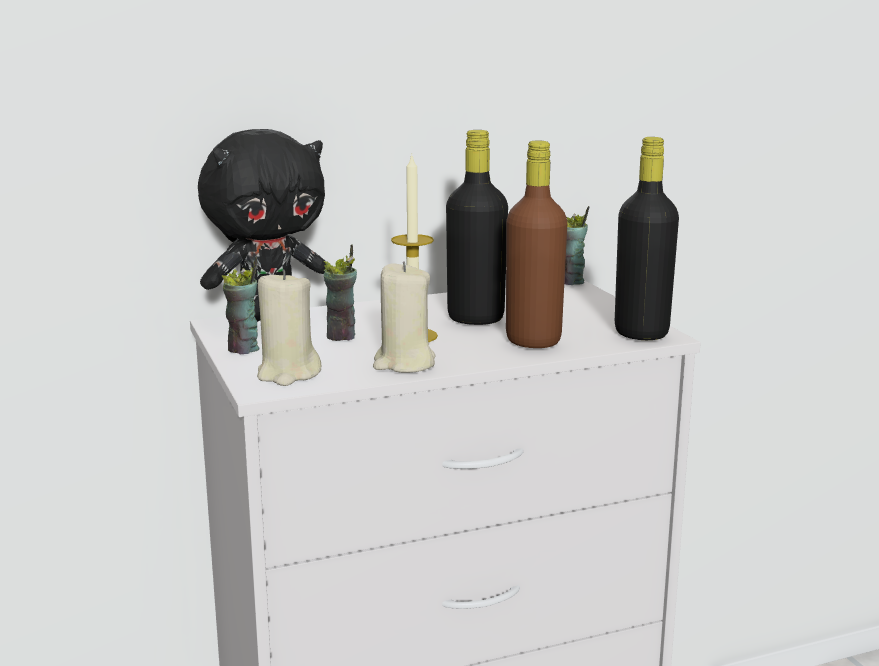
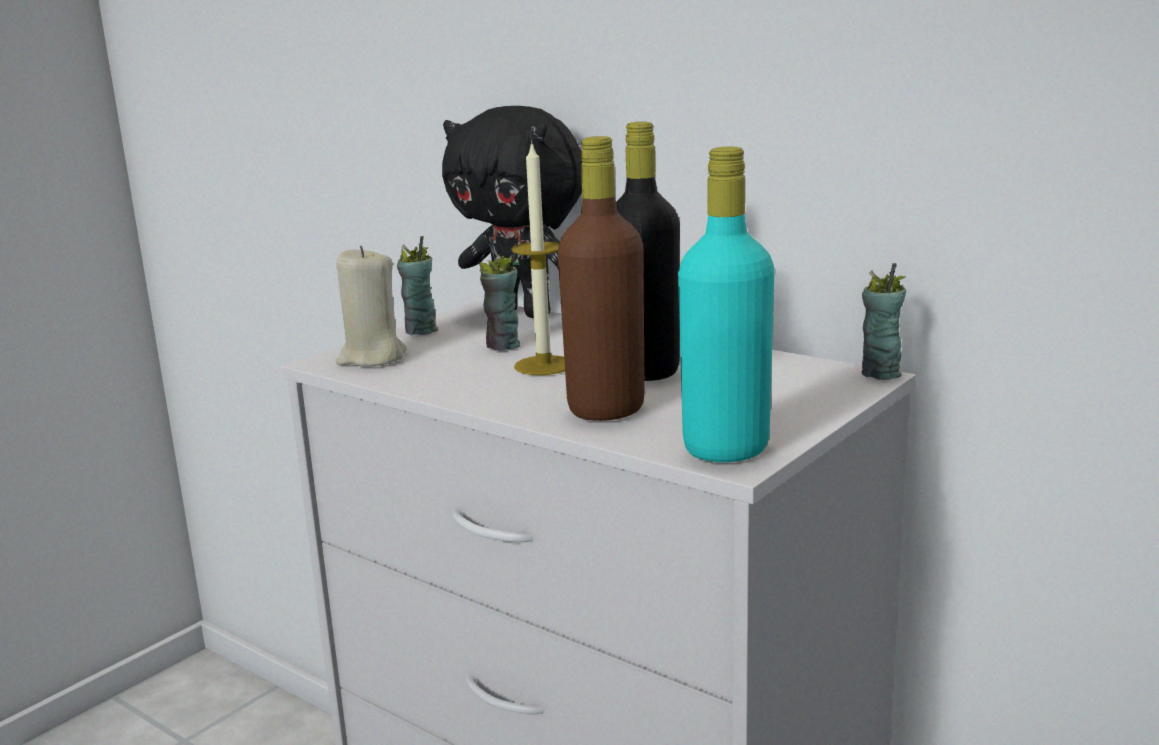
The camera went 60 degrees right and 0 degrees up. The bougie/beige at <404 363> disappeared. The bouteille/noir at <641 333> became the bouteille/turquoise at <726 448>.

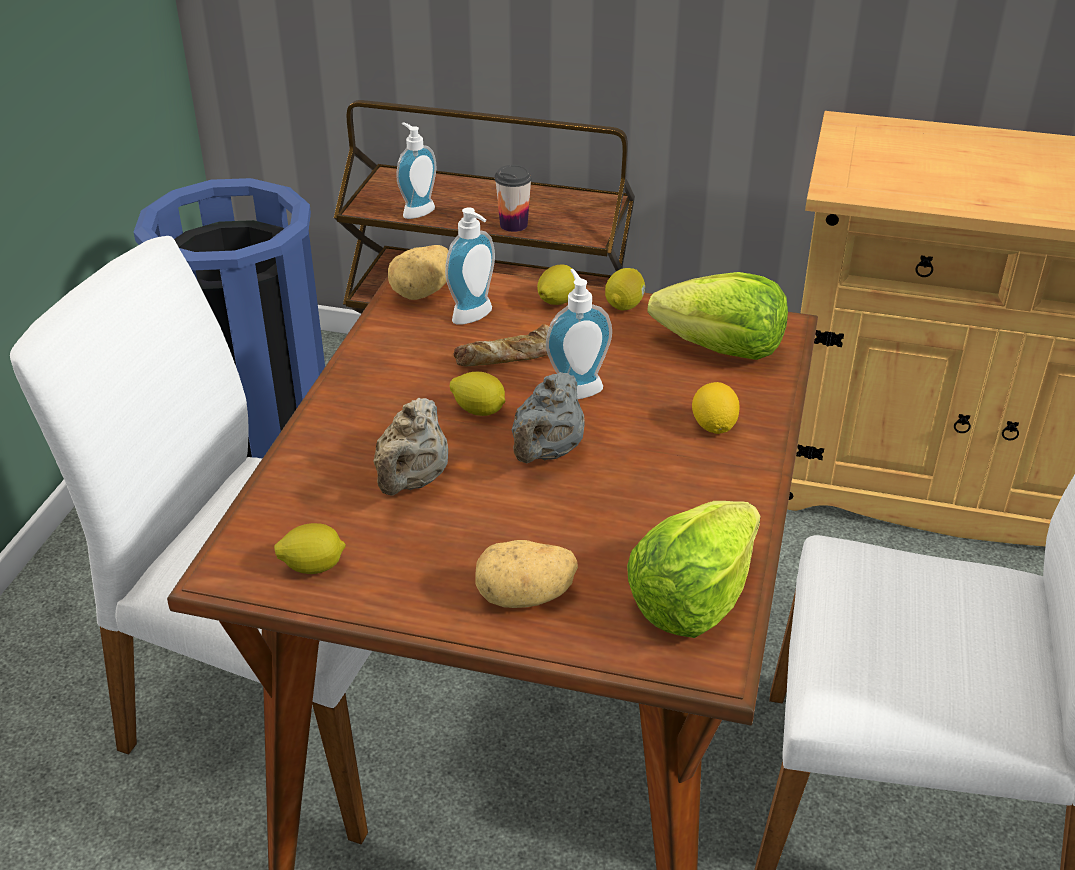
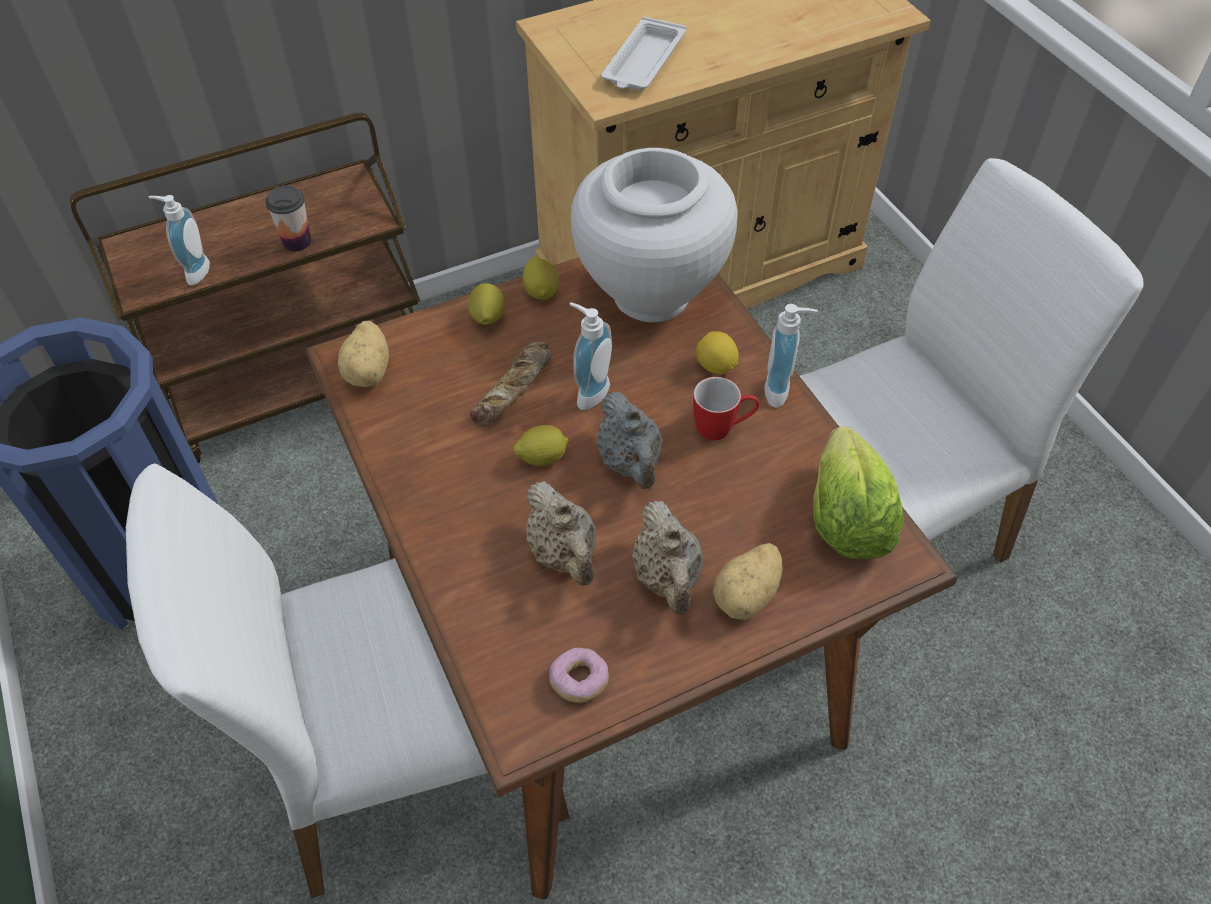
The camera went 40 degrees left and 15 degrees up. The citron at <313 567> was replaced by the beignet at <579 681>. The distributeur de savon moved from <476 317> to <782 390>. The laitue at <721 350> was replaced by the vase/blanc at <651 294>. The plateau/blanc at <643 62> appeared. The théière/beige at <668 578> appeared. The mug at <722 429> appeared.

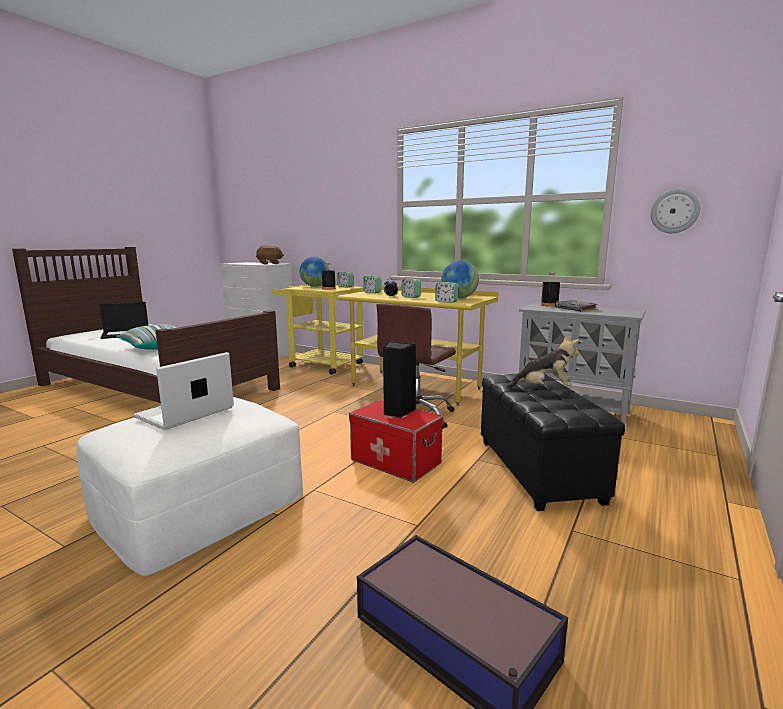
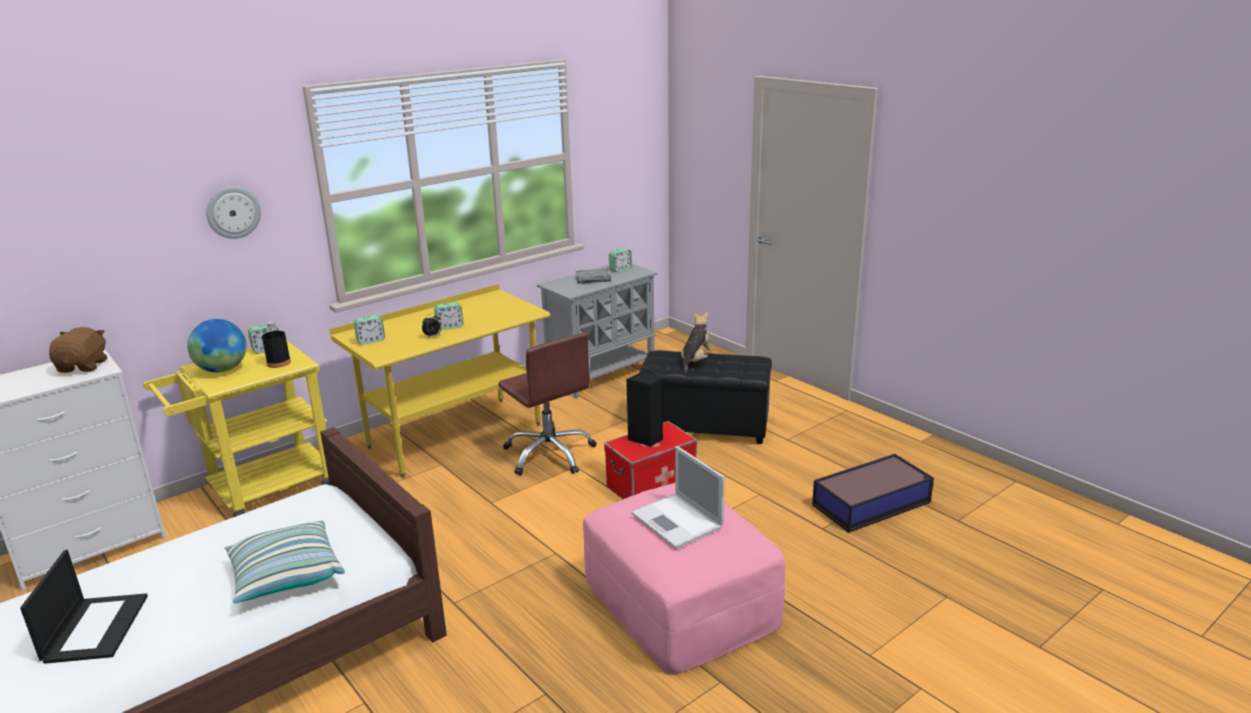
The camera went 70 degrees left and 10 degrees up. The pouf/blanc at <200 505> became the pouf/rose at <681 601>. The réveil moved from <446 302> to <620 269>. The globe at <459 298> disappeared. The bouteille/noir at <549 305> disappeared. The horloge murale moved from <674 211> to <233 212>.

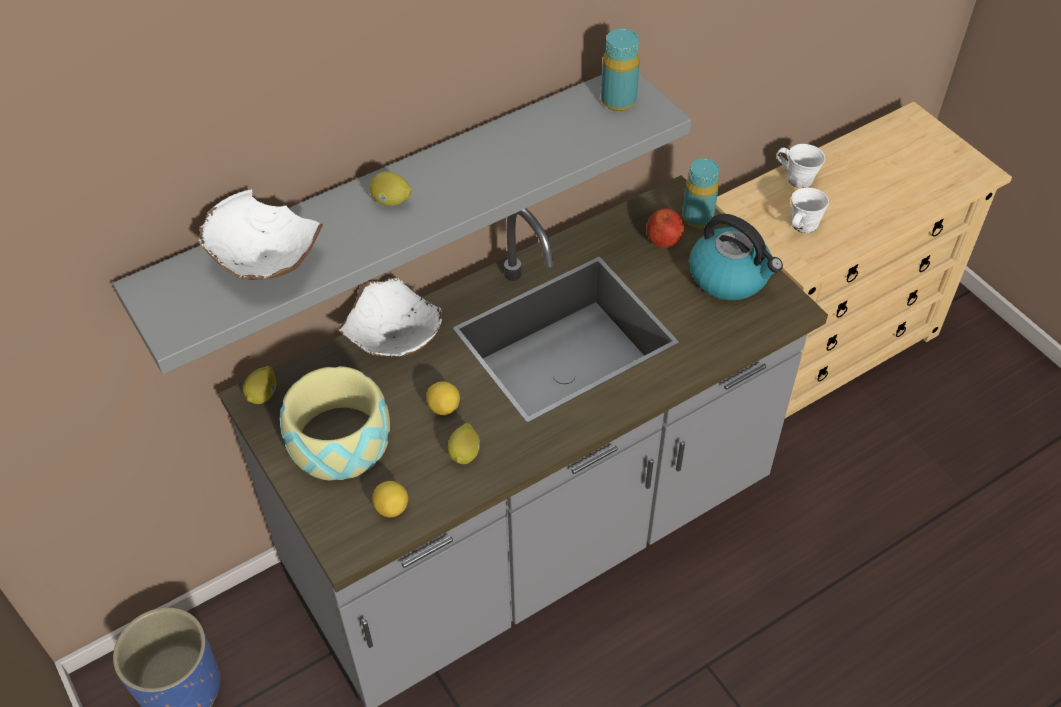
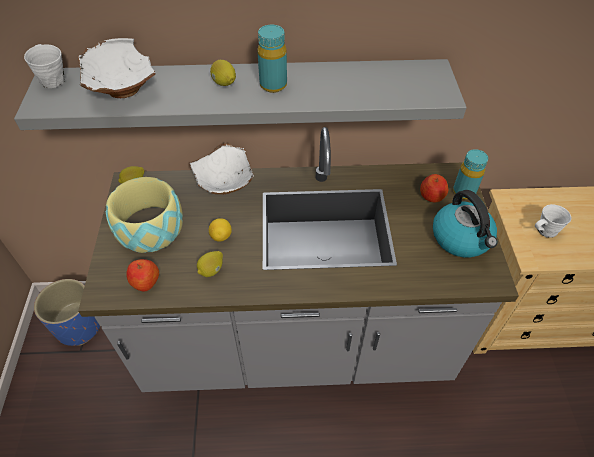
The camera went 30 degrees right and 0 degrees up. The citron at <391 507> was replaced by the pomme at <145 281>. The bouteille/turquoise moved from <618 101> to <273 85>. The mug/blanc moved from <798 179> to <53 80>.

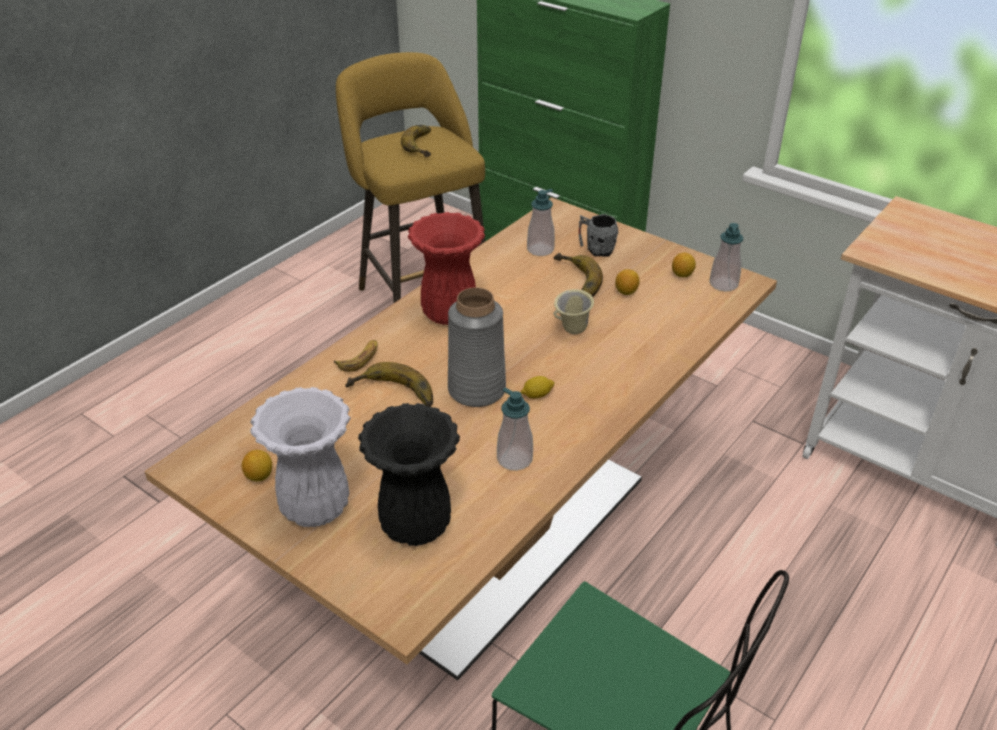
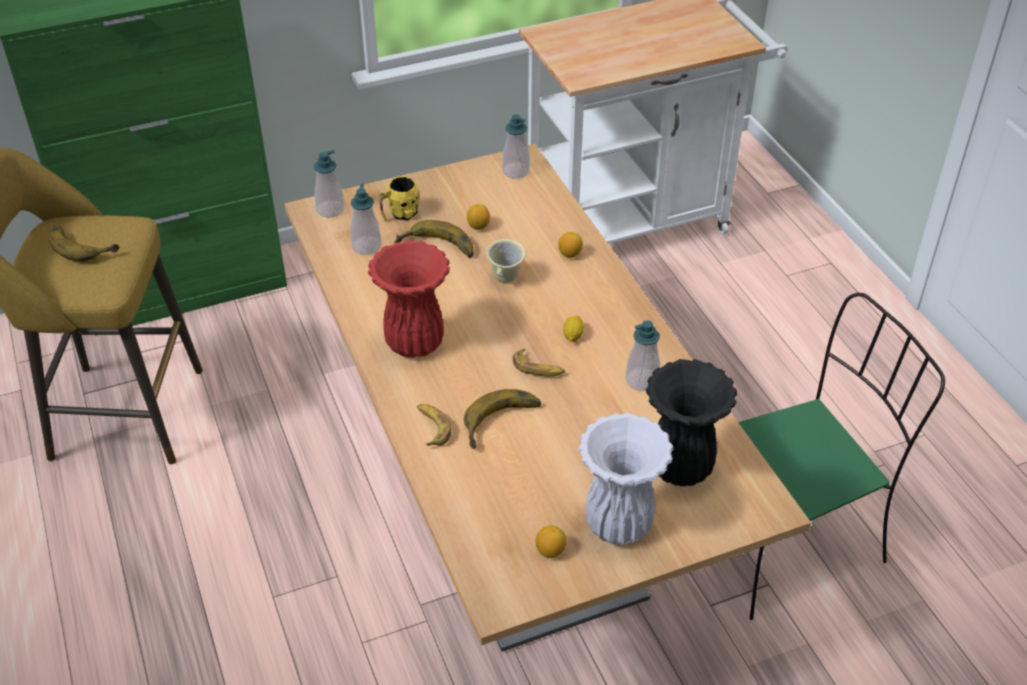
The camera went 60 degrees left and 5 degrees up. The vase/gris at <476 390> was replaced by the banane at <538 368>. The mug/gris at <596 249> became the mug/jaune at <399 214>. The citron moved from <682 275> to <570 254>. The distributeur de savon at <330 210> appeared.

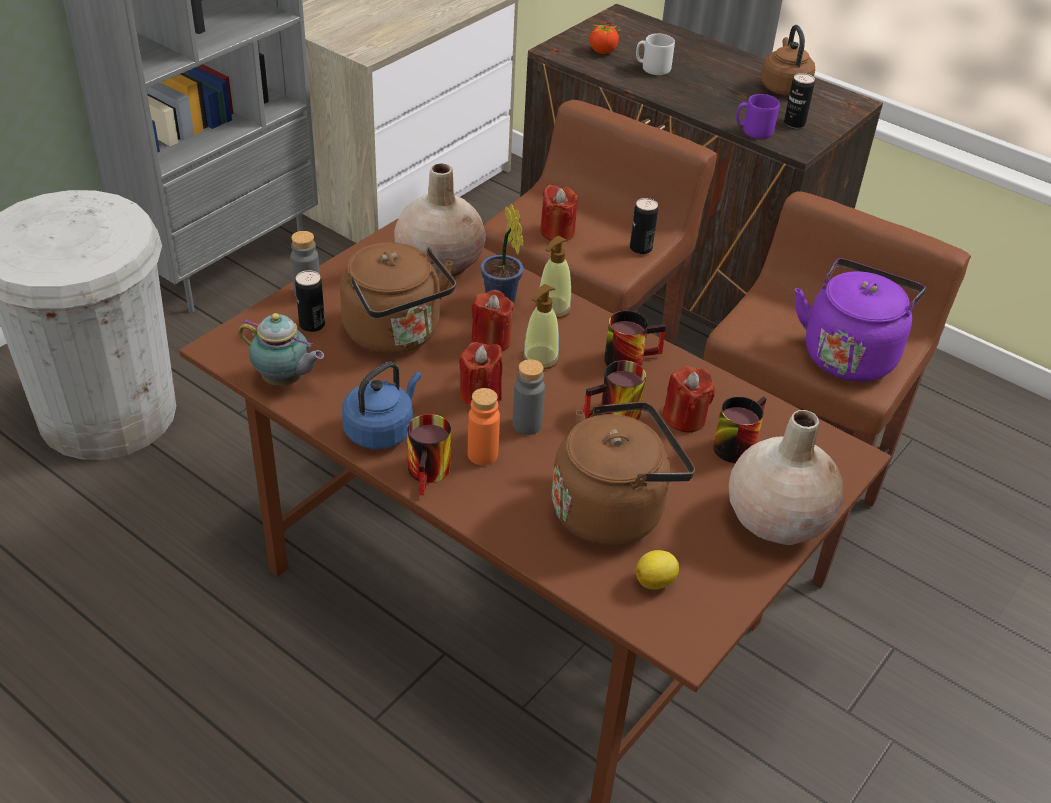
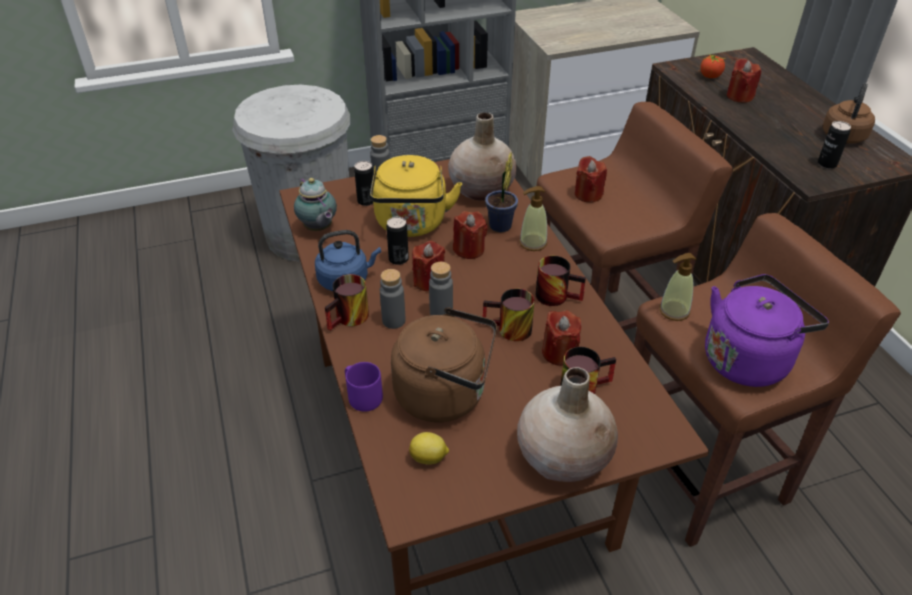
The camera went 35 degrees right and 0 degrees up. The bouilloire/marron at <396 335> became the bouilloire/jaune at <411 224>. The bouteille/orange at <482 454> became the bouteille/gris at <393 320>. The distributeur de savon moved from <540 358> to <674 311>. The boîte métallique moved from <641 248> to <398 259>. The mug/gris at <652 68> was replaced by the bougie/rouge at <739 96>. The mug/violet moved from <753 131> to <362 396>.

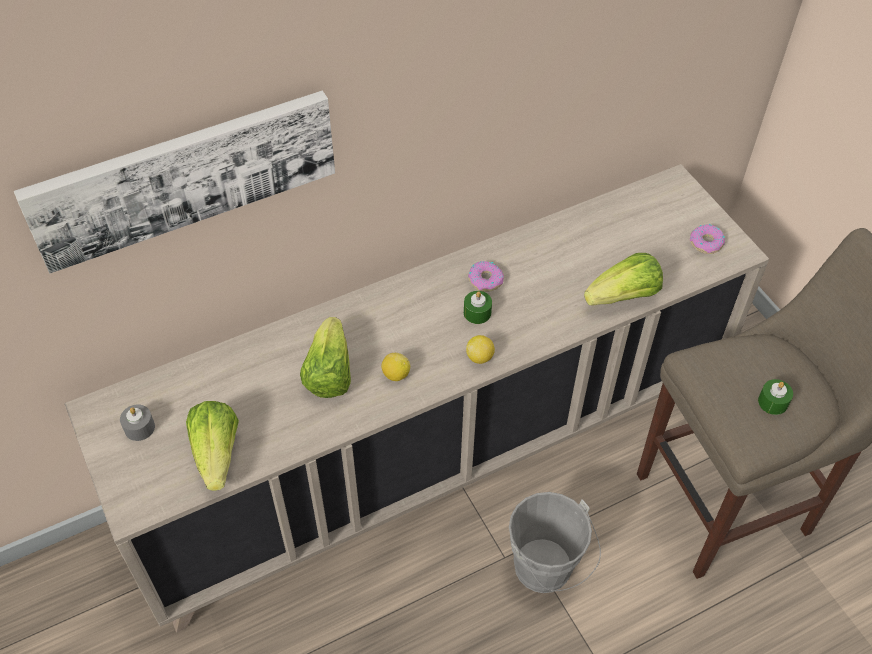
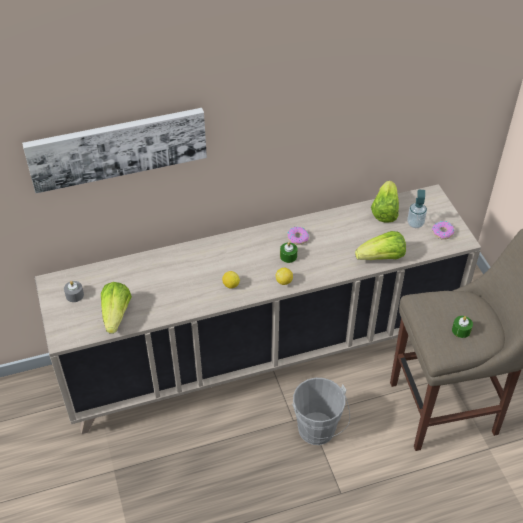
The camera went 10 degrees right and 5 degrees down. The laitue moved from <329 372> to <385 211>. The distributeur de savon at <415 223> appeared.

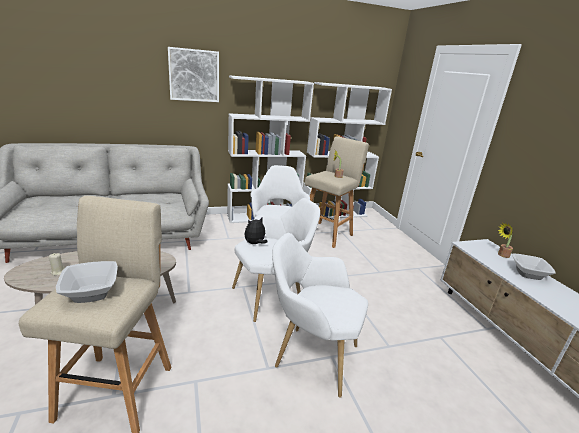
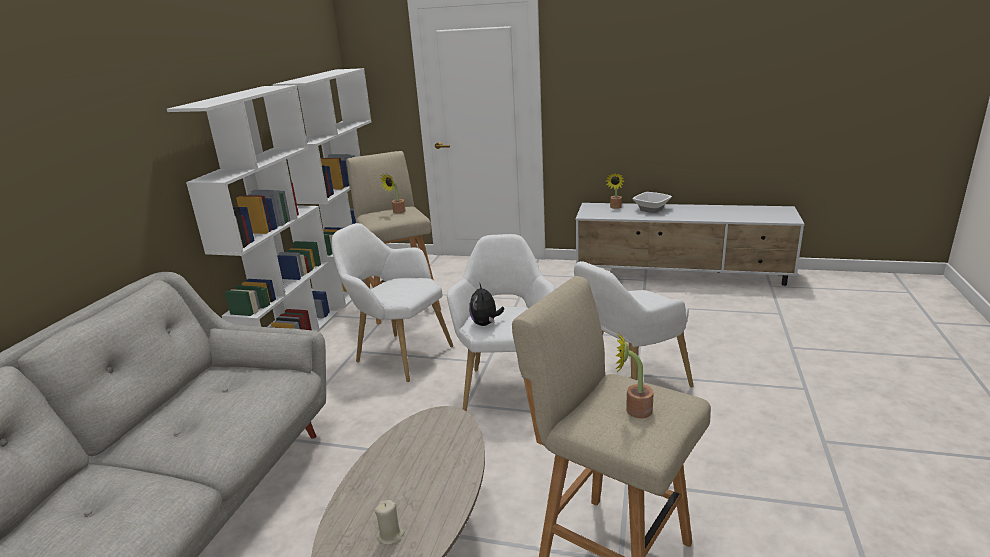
The camera went 55 degrees left and 0 degrees up. The bol at <90 293> was replaced by the plante en pot at <633 410>. The tableau at <194 75> disappeared.

